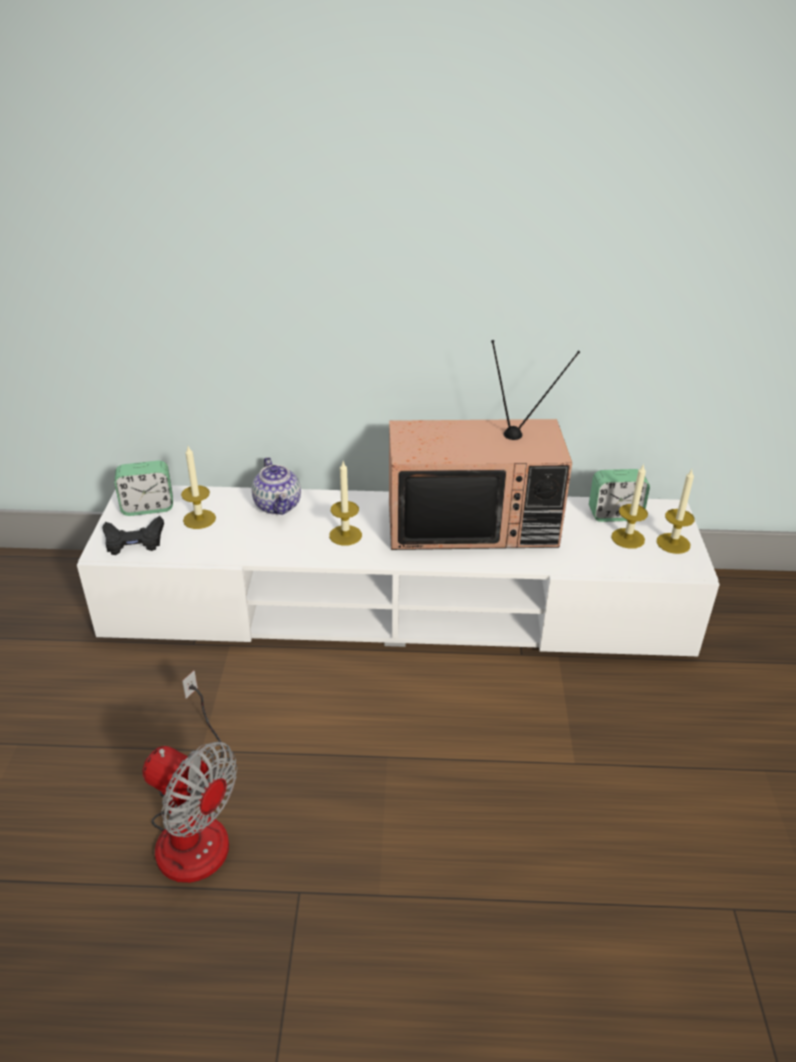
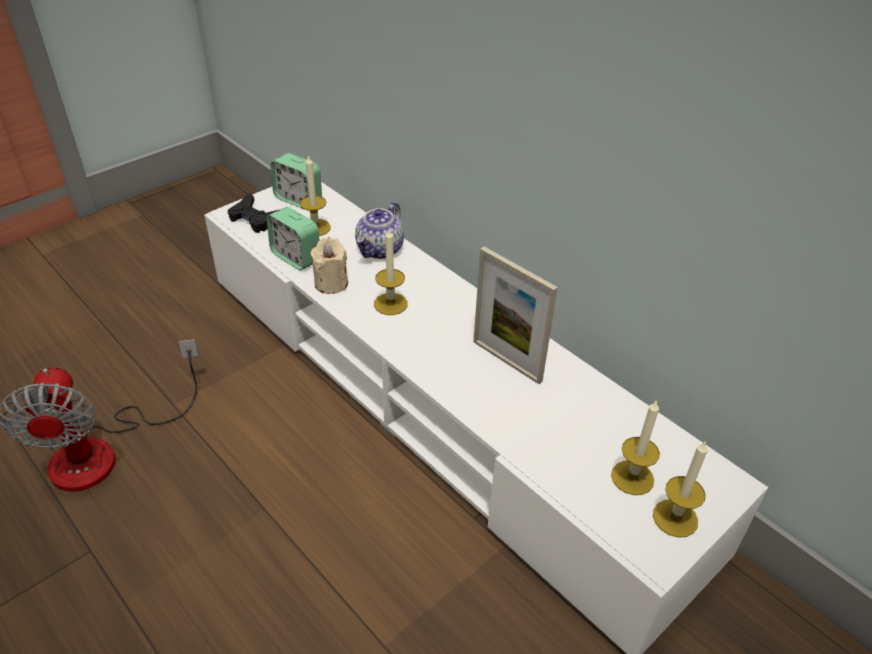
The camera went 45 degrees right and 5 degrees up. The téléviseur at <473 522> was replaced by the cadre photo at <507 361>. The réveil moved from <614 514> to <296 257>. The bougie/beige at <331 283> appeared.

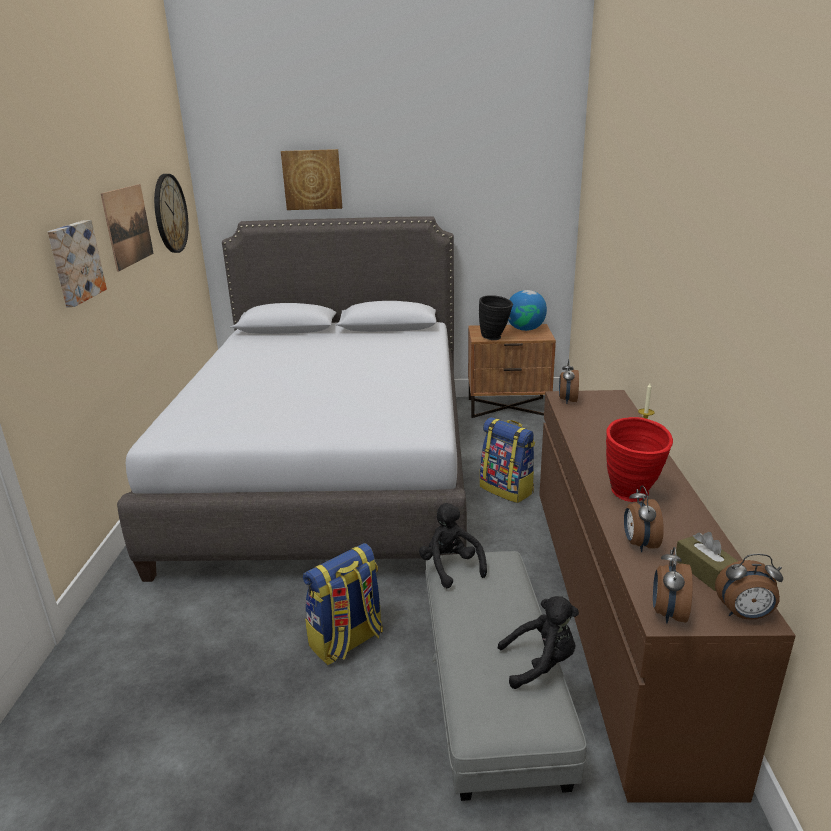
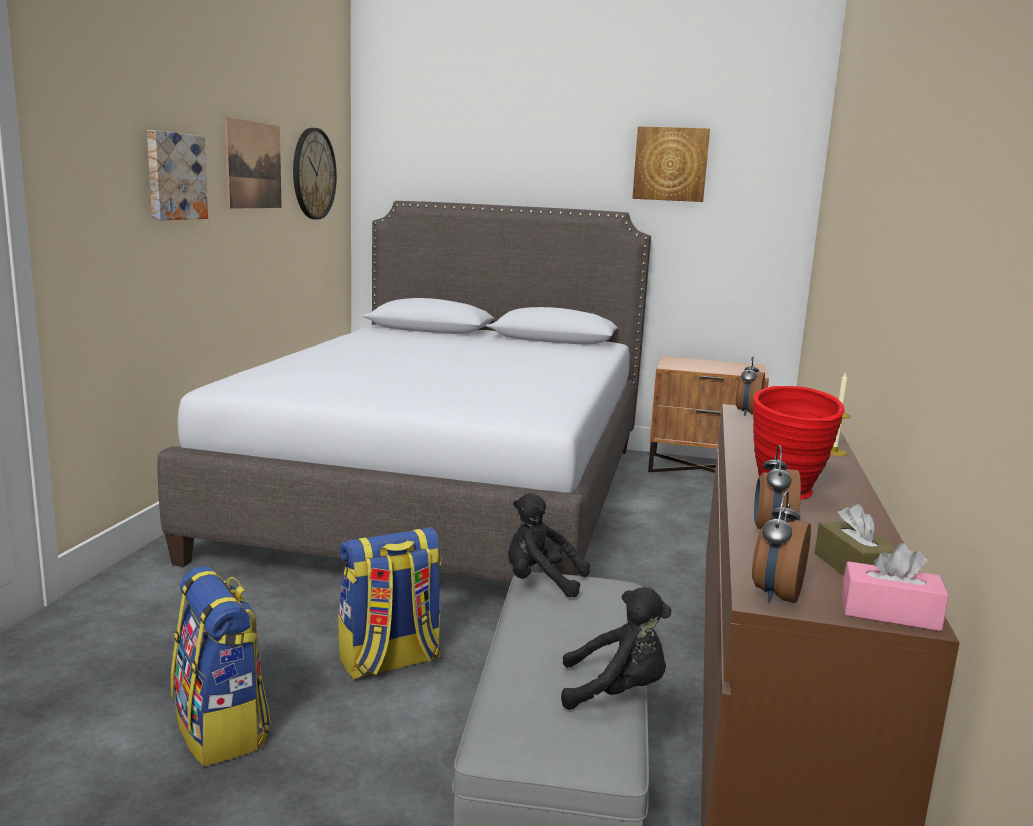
The camera went 10 degrees right and 10 degrees down. The tableau moved from <312 179> to <670 164>. The peluche/noir at <451 567> turned 60 degrees counterclockwise. The vase/noir at <495 338> disappeared. The sac à dos moved from <507 489> to <222 729>. The globe at <525 329> disappeared. The réveil at <744 615> was replaced by the boîte à mouchoirs/rose at <890 613>.

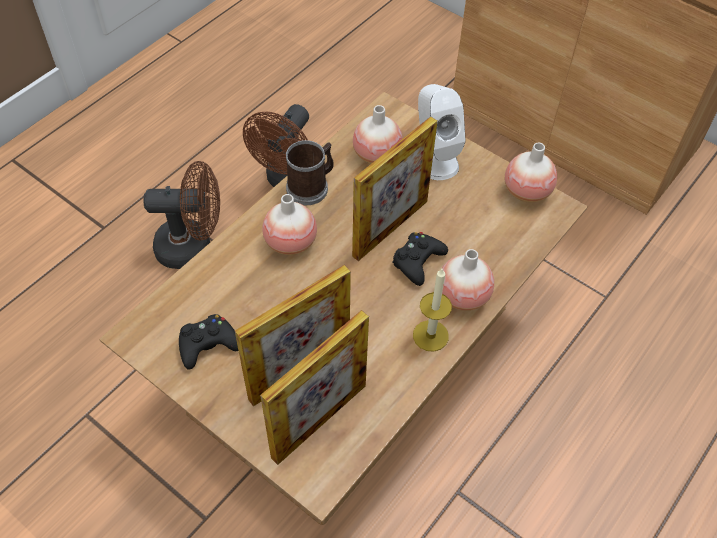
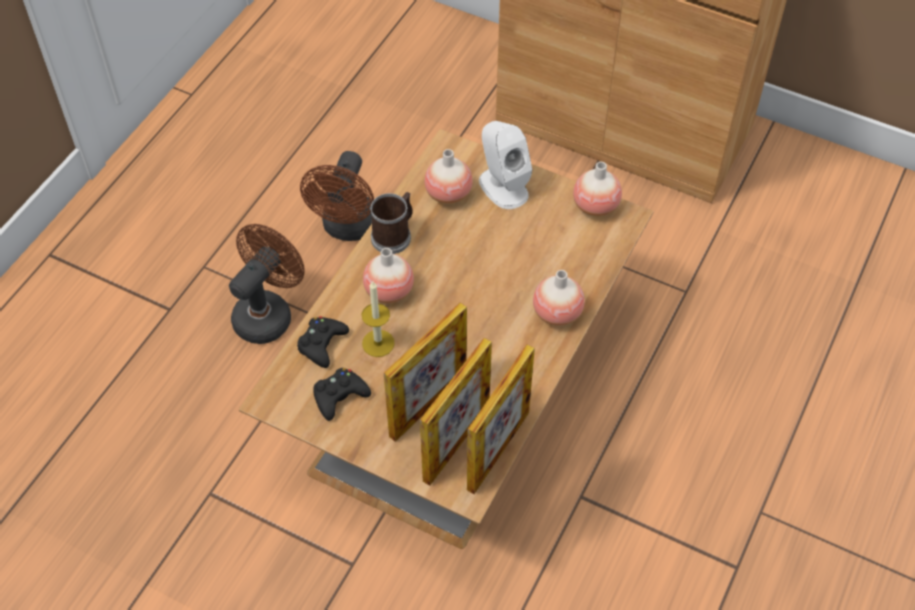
The camera went 10 degrees left and 0 degrees up. The ventilateur/marron at <193 247> turned 45 degrees counterclockwise. The cadre photo moved from <390 228> to <498 450>. The manette/noir moved from <417 261> to <322 344>. The bougie moved from <430 335> to <378 343>.

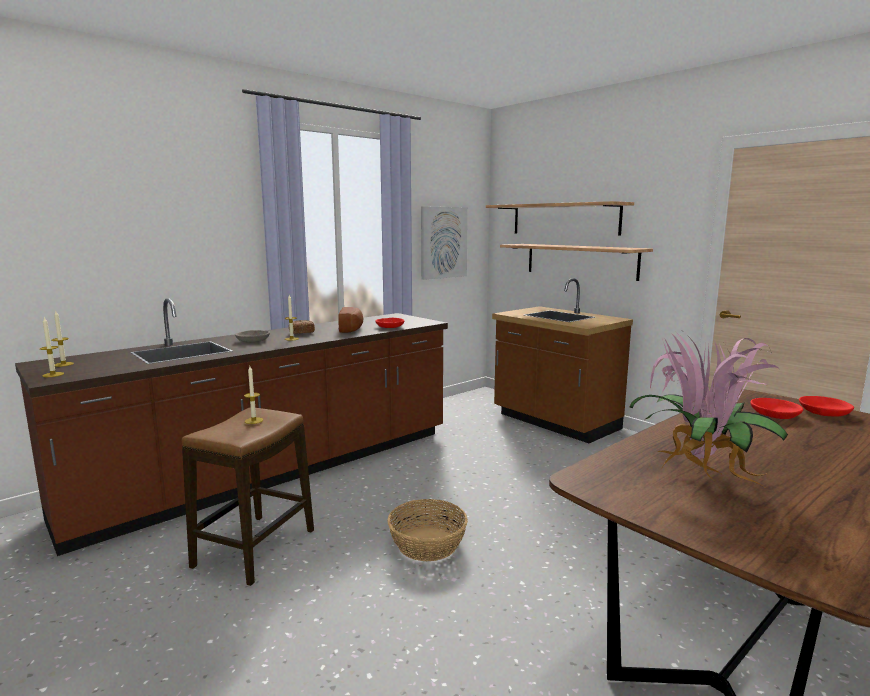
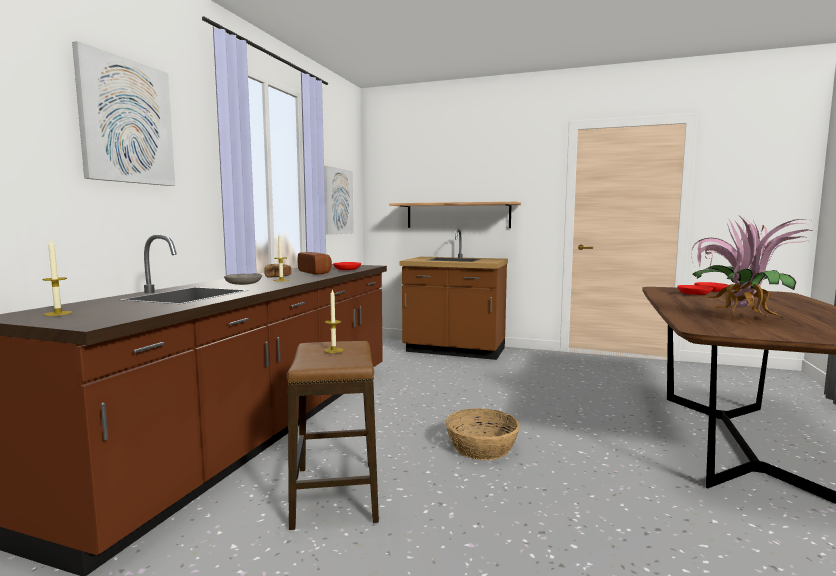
The camera went 30 degrees left and 5 degrees down. The bougie at <53 374> disappeared. The étagère at <564 219> disappeared. The tableau at <126 122> appeared.

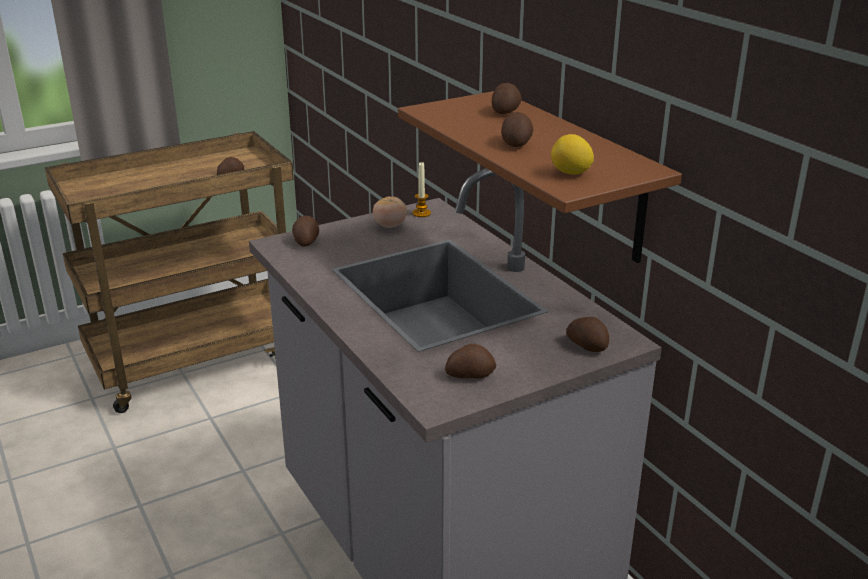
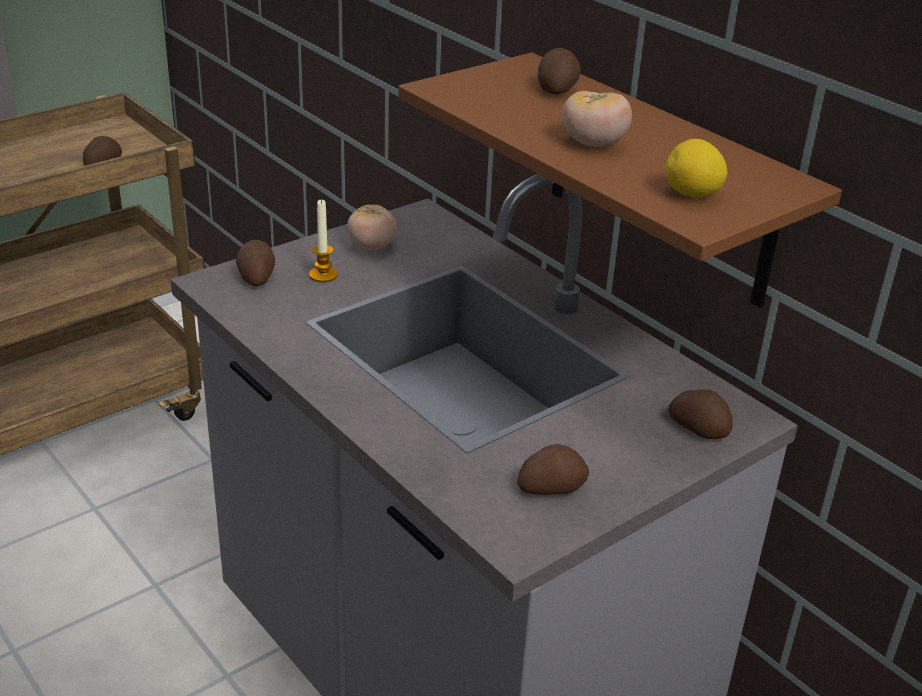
The camera went 10 degrees left and 5 degrees up. The bougie moved from <421 213> to <323 275>. The pomme de terre at <516 143> was replaced by the tomate at <593 144>.

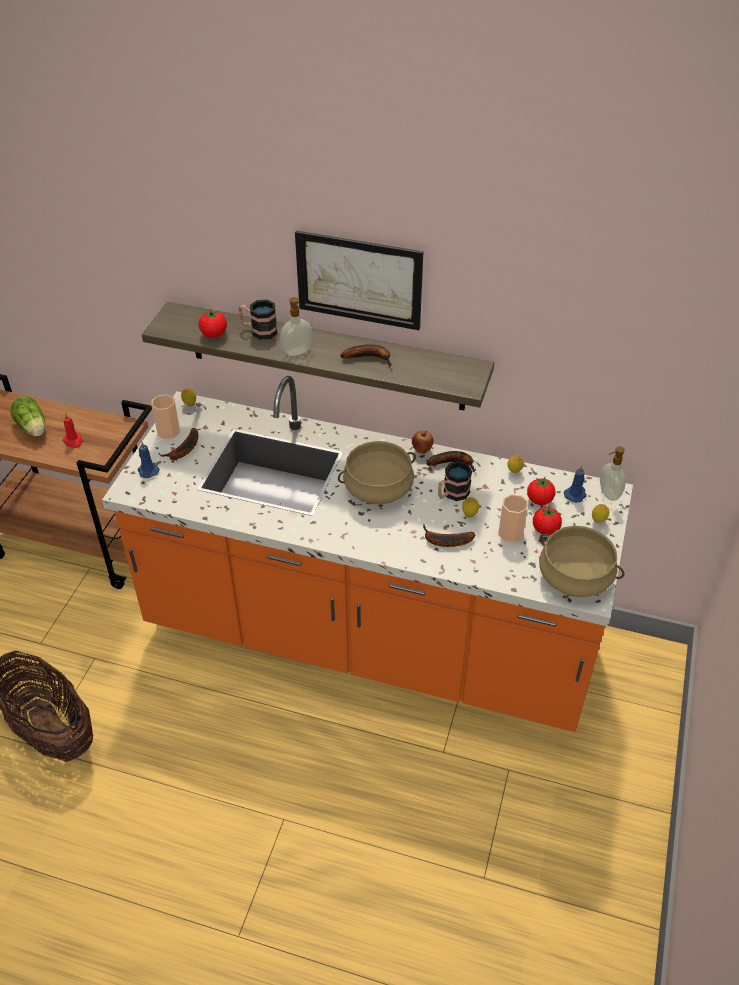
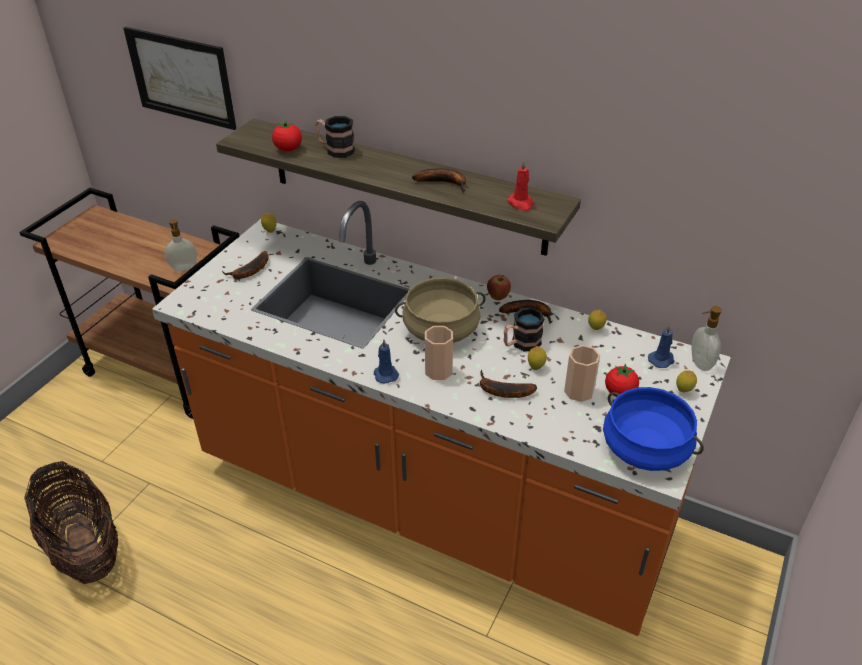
The camera went 10 degrees right and 5 degrees down. The laitue at <33 428> disappeared. The bougie/rouge moved from <73 441> to <521 203>. The bougie/bleu moved from <148 470> to <385 374>. The tasse moved from <168 431> to <438 371>. The distributeur de savon moved from <297 352> to <184 268>. The tableau moved from <359 280> to <181 78>. The tomate at <539 500> disappeared. The marmite/beige at <575 577> became the marmite/bleu at <646 448>.

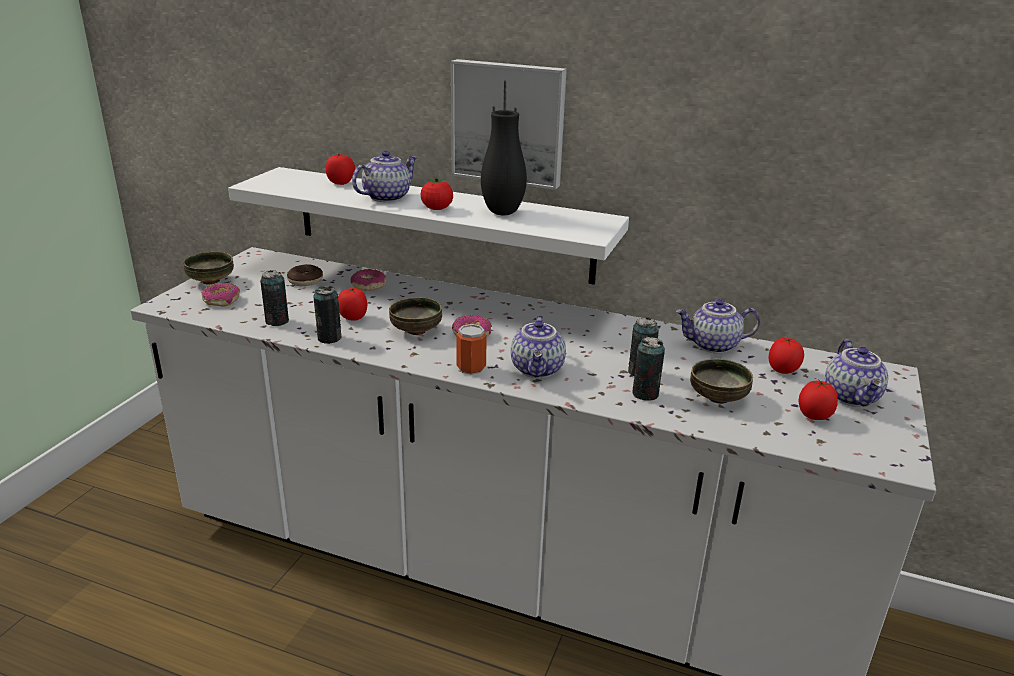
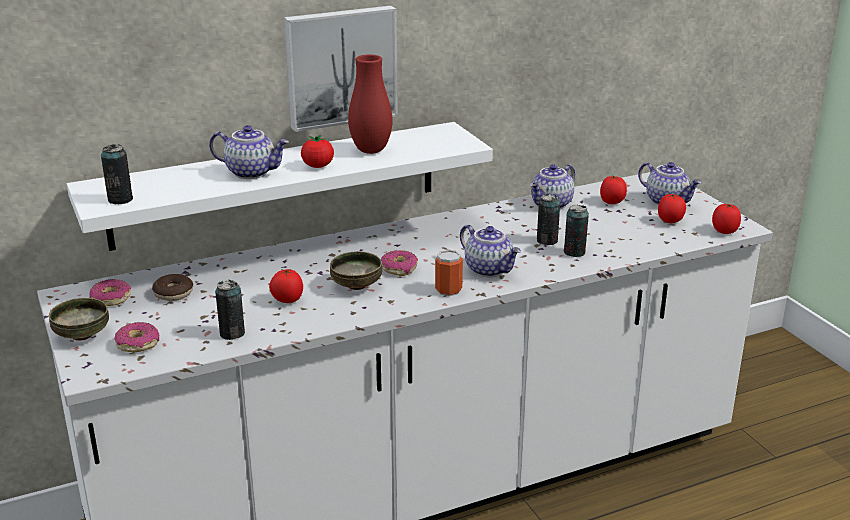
The camera went 45 degrees left and 0 degrees up. The boîte métallique moved from <329 338> to <120 199>. The tomate moved from <341 183> to <724 231>. The beignet moved from <368 286> to <111 299>. The théière at <386 197> turned 105 degrees clockwise. The vase/noir at <502 212> became the vase/rouge at <371 150>. The bol at <718 399> disappeared.

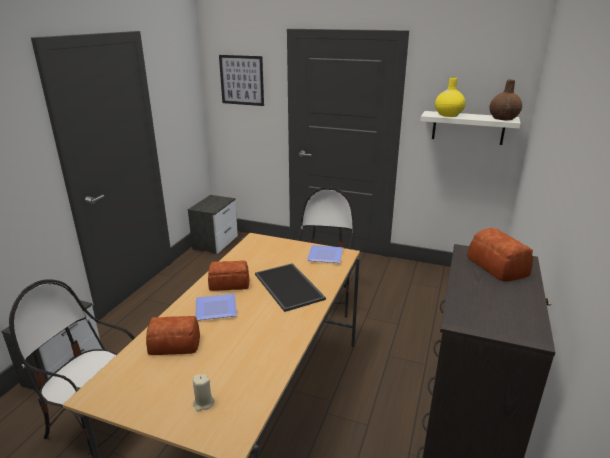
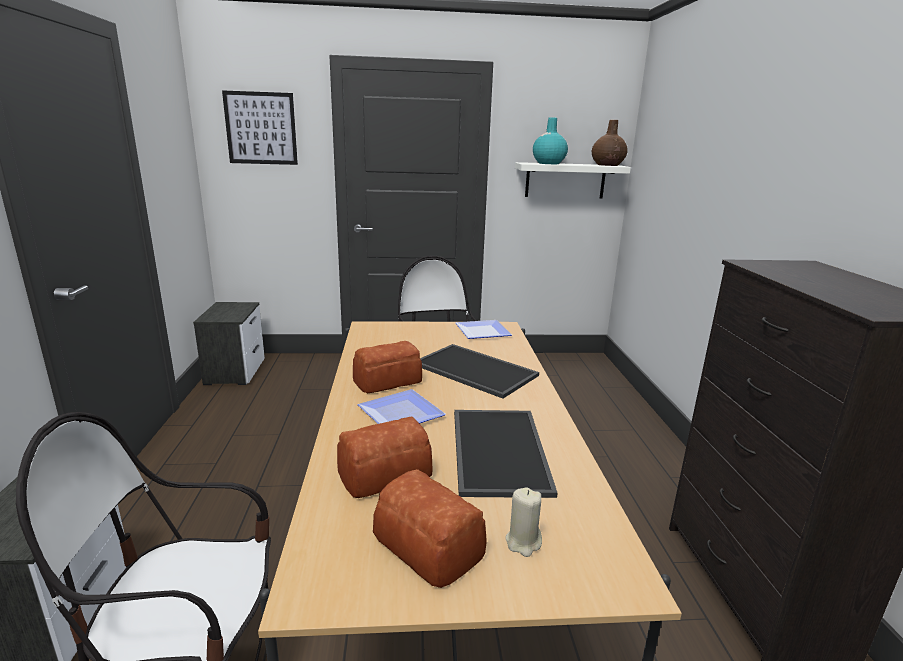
The camera went 25 degrees left and 5 degrees down. The vase/jaune at <448 115> became the vase/turquoise at <548 163>. The pain moved from <497 265> to <428 542>. The plateau at <496 449> appeared.

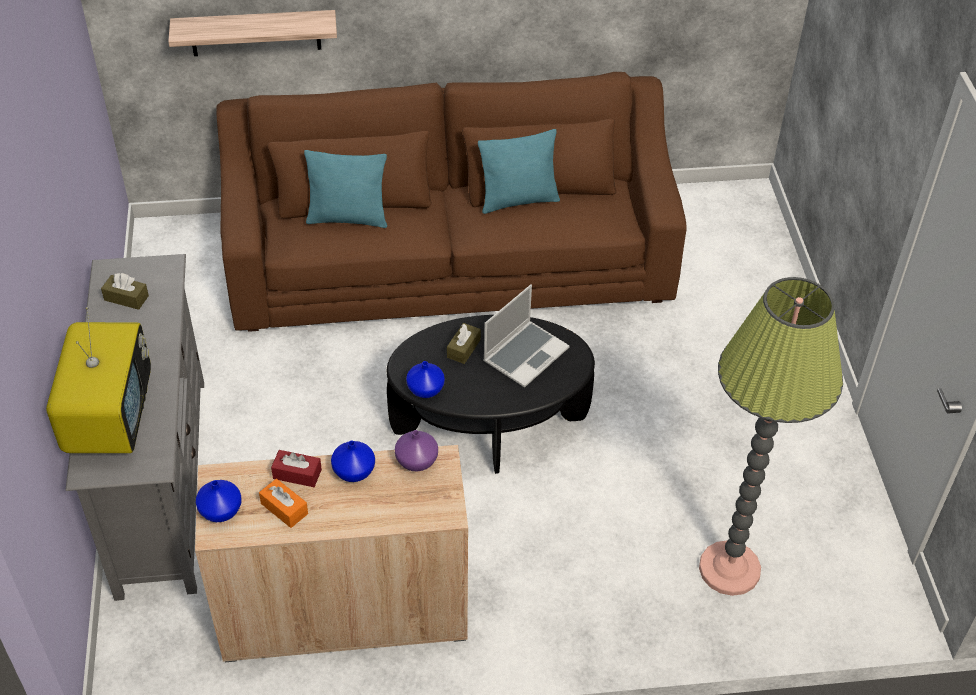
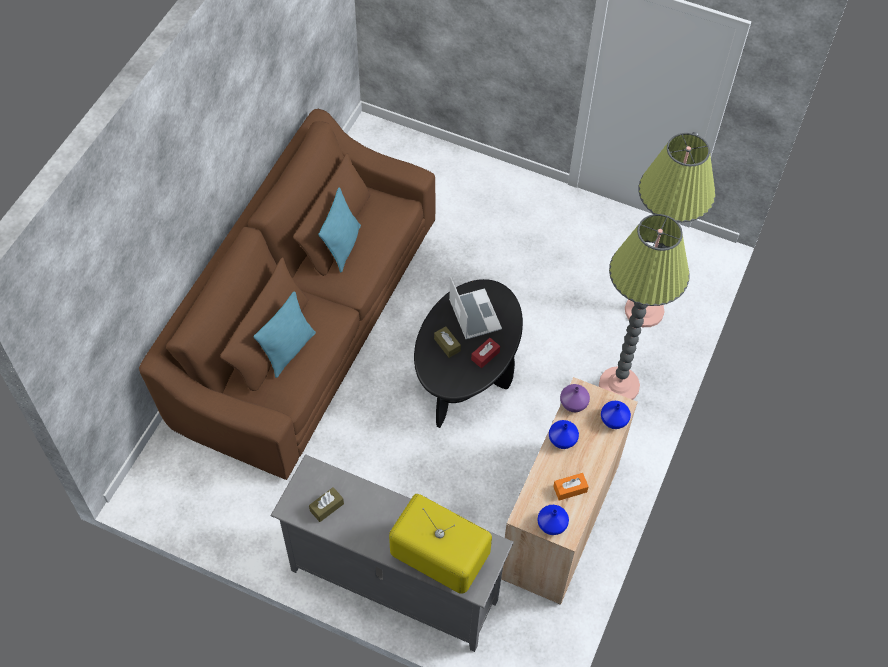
The camera went 60 degrees left and 10 degrees up. The étagère at <255 33> disappeared. The boîte à mouchoirs/rouge moved from <297 474> to <485 356>. The vase/bleu moved from <426 390> to <614 420>. The lampadaire at <619 385> appeared.

